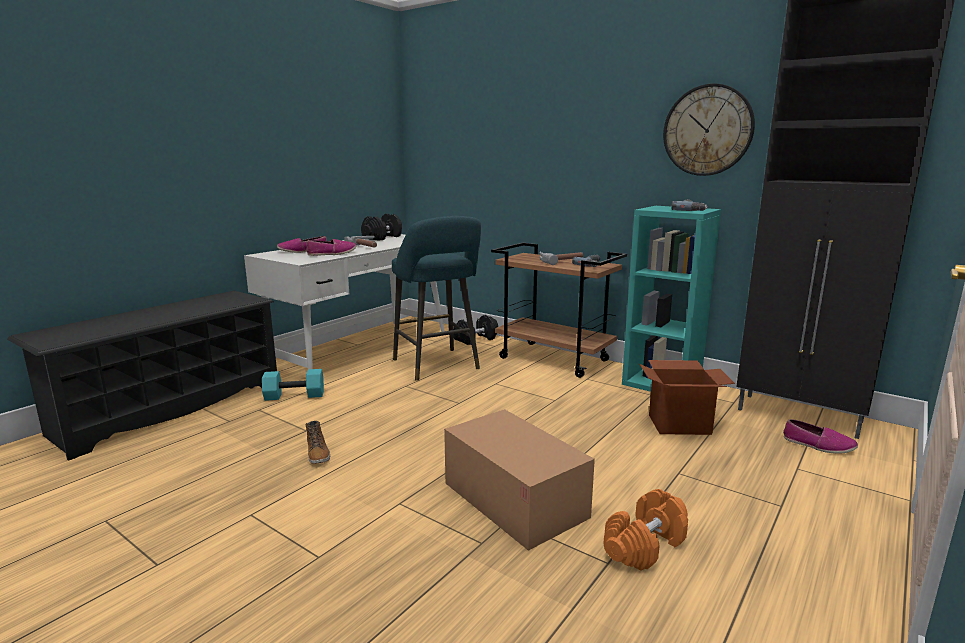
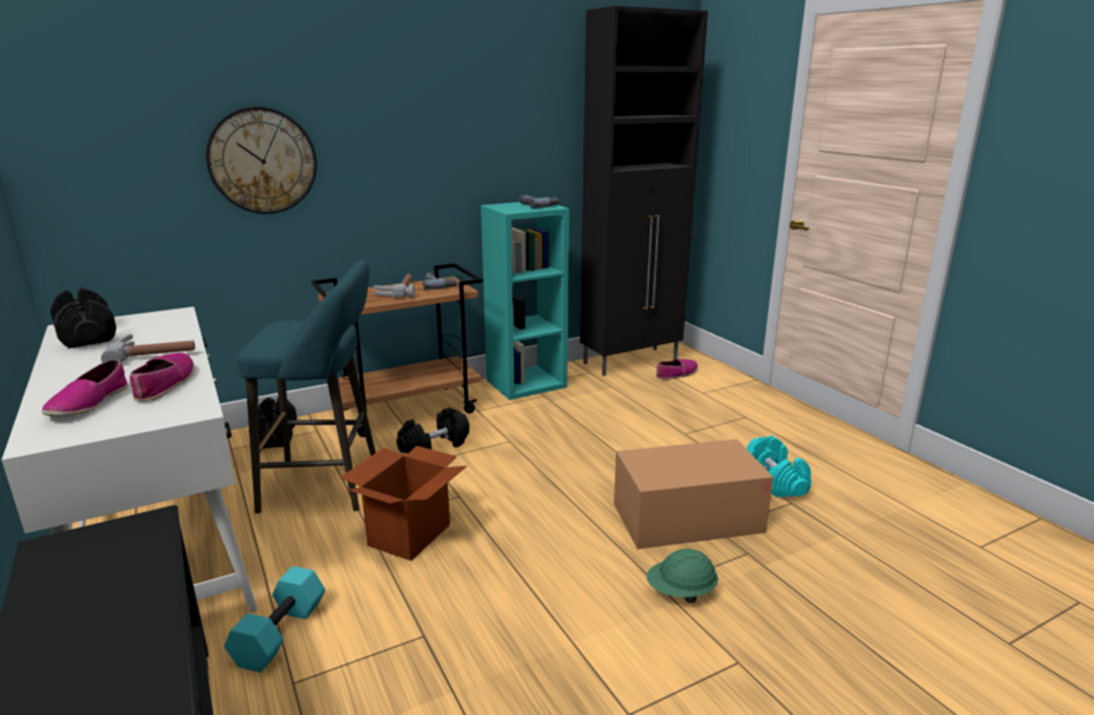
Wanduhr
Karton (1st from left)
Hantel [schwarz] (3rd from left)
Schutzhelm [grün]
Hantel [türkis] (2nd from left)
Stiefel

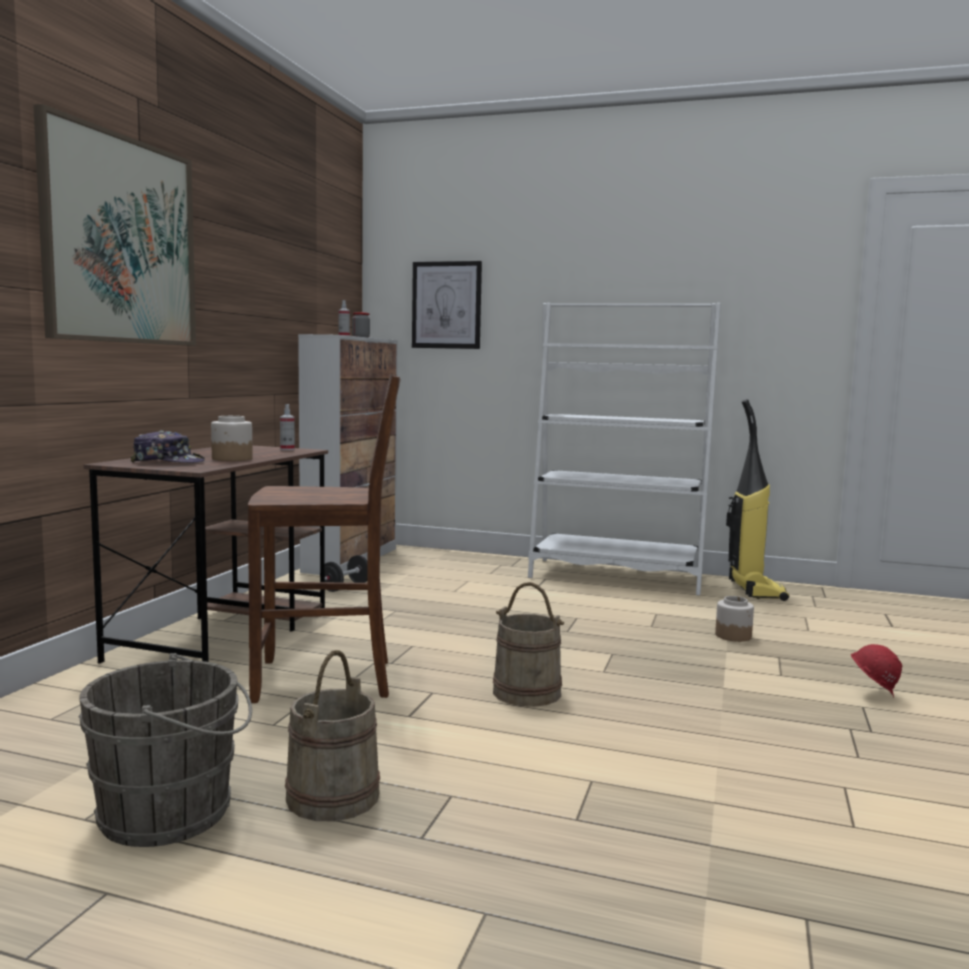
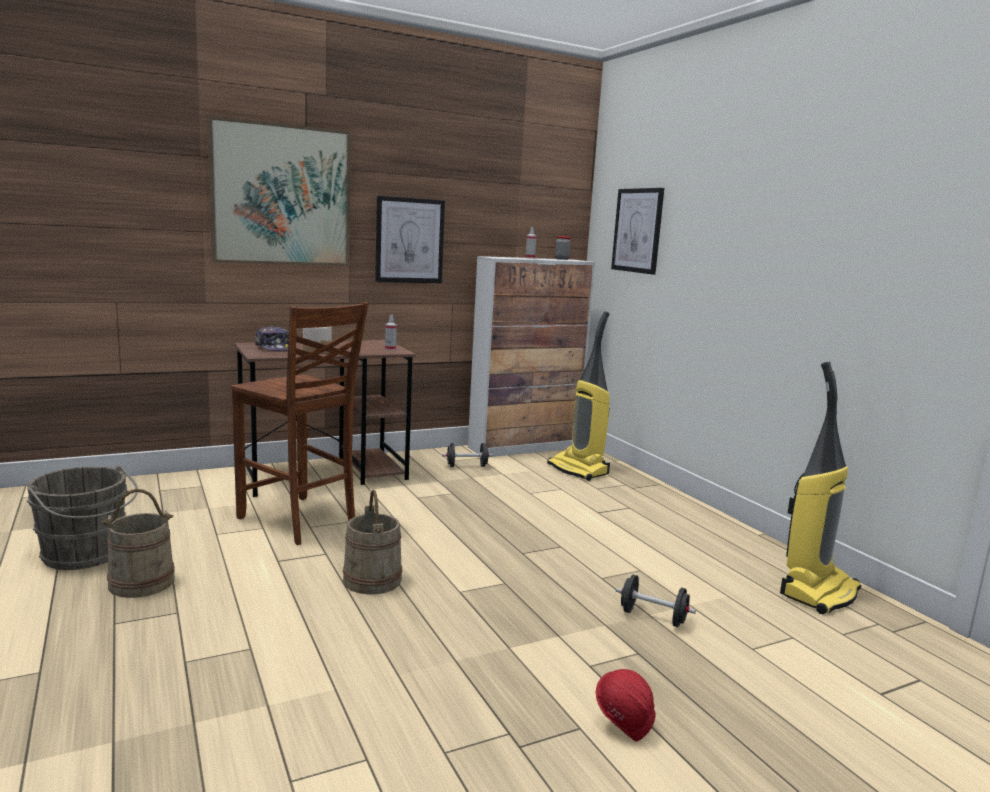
Bild (2nd from left)
Staubsauger (1st from left)
Hantel [schwarz] (2nd from left)
Bücherregal [weiß]

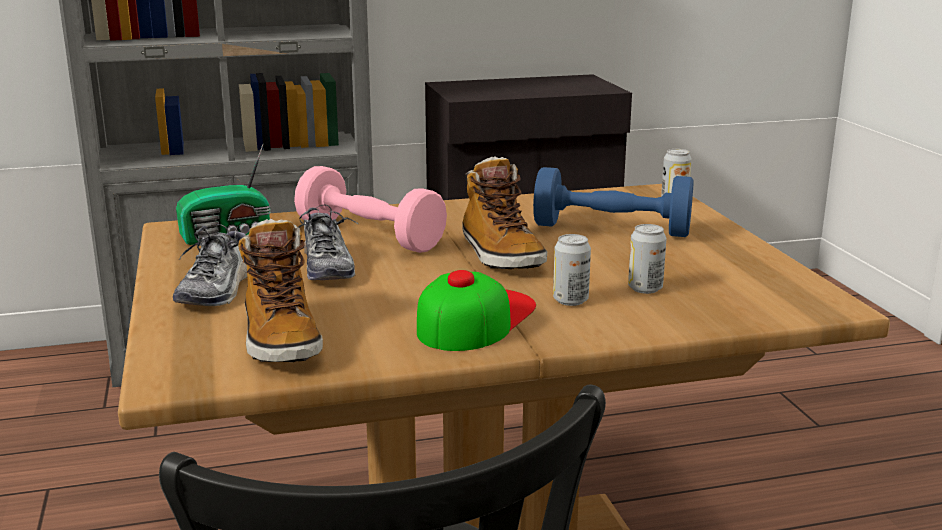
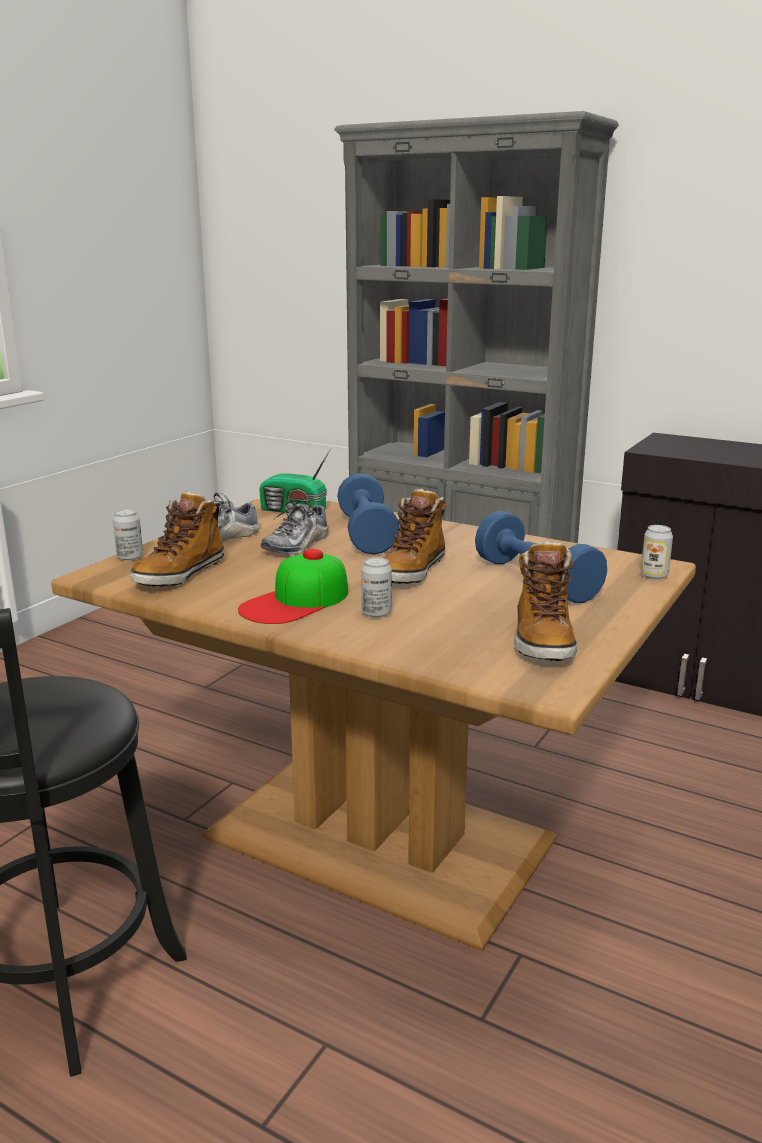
Dose (1st from left)
Kappe
Hantel [blau] (1st from left)
Stiefel (3rd from left)

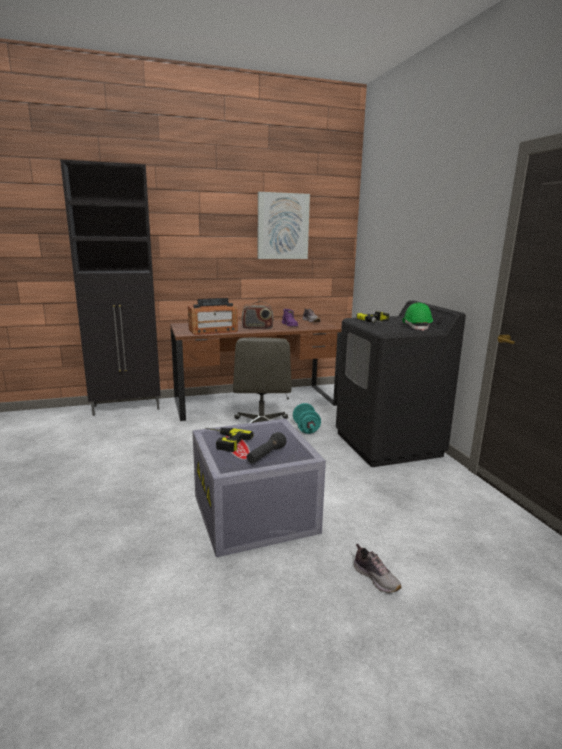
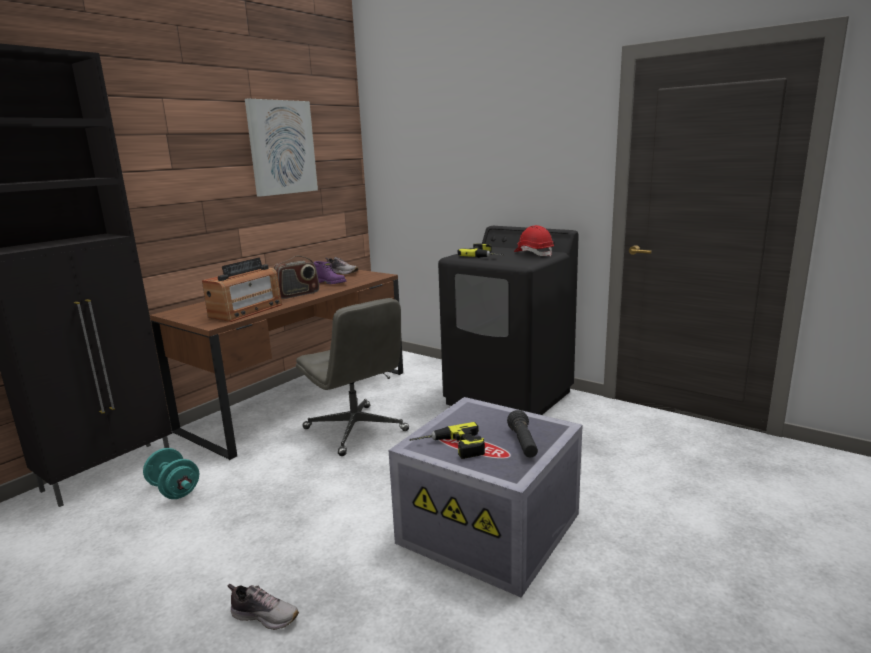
Hantel [türkis]
Schuh (1st from left)
Schutzhelm [rot]

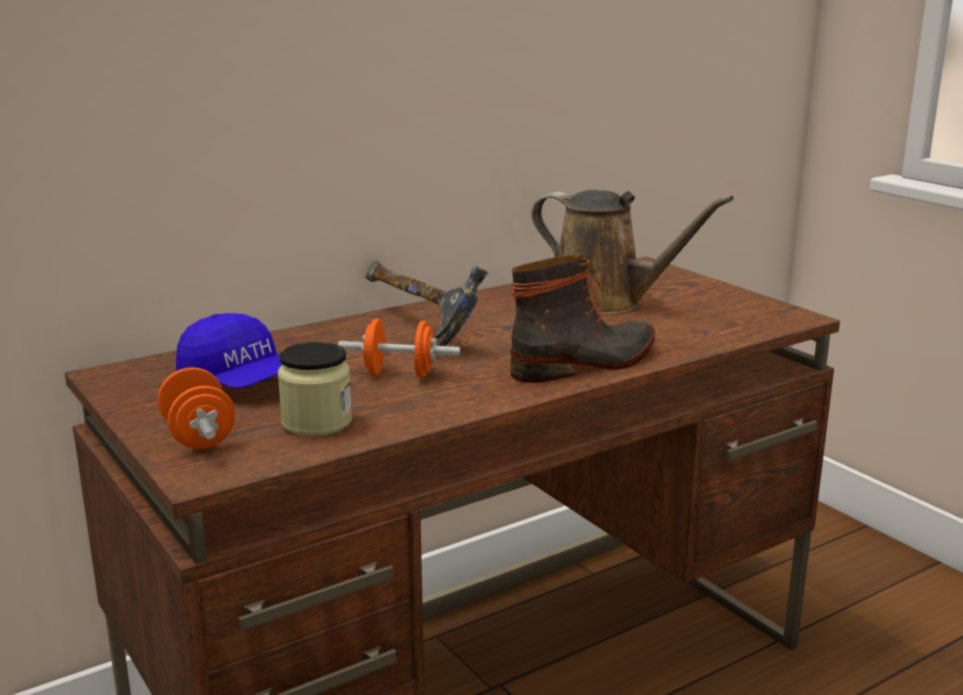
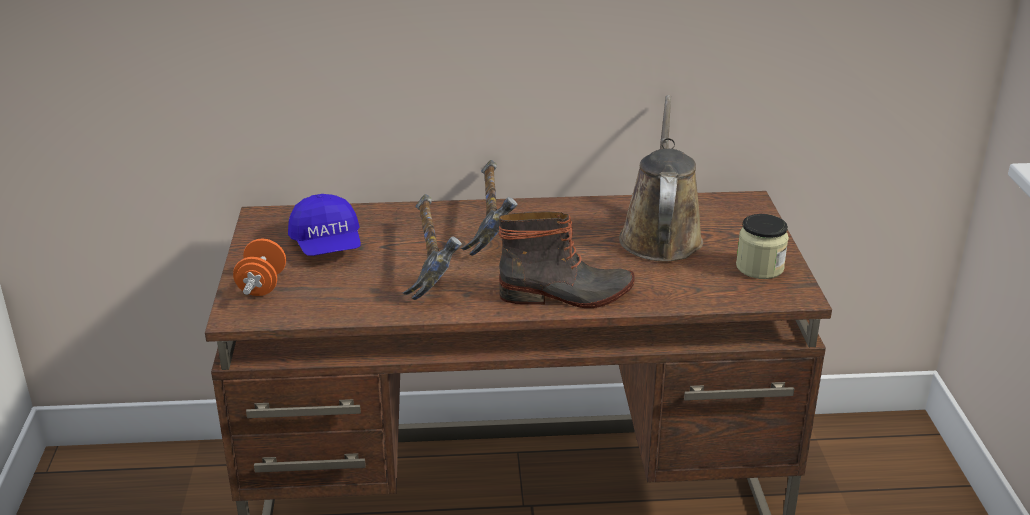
Hammer (1st from left)
Gießkanne [braun]
Vorratsglas

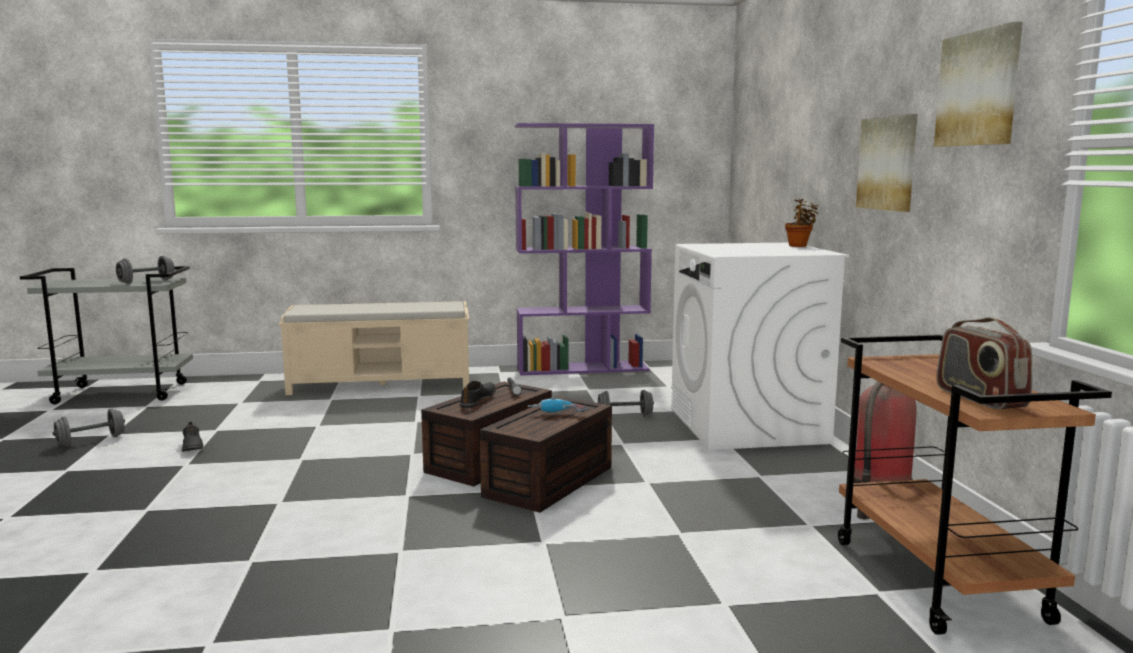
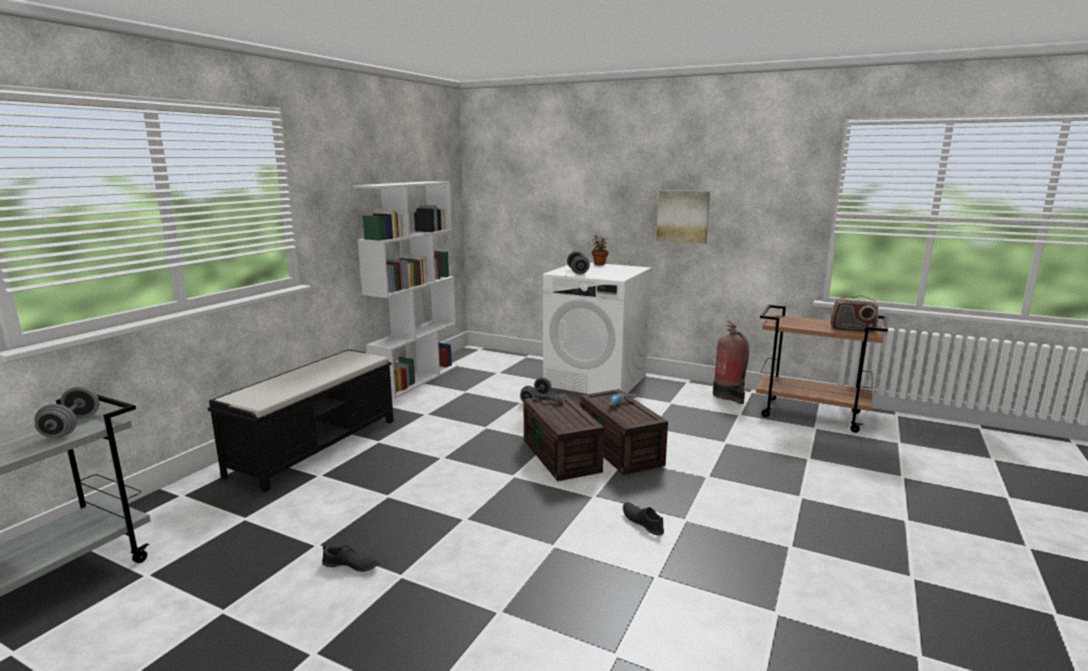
Bank [schwarz]
Bücherregal [weiß]
Hantel [grau] (3rd from left)
Schuh [schwarz] (2nd from left)
Bild (2nd from left in the first image)

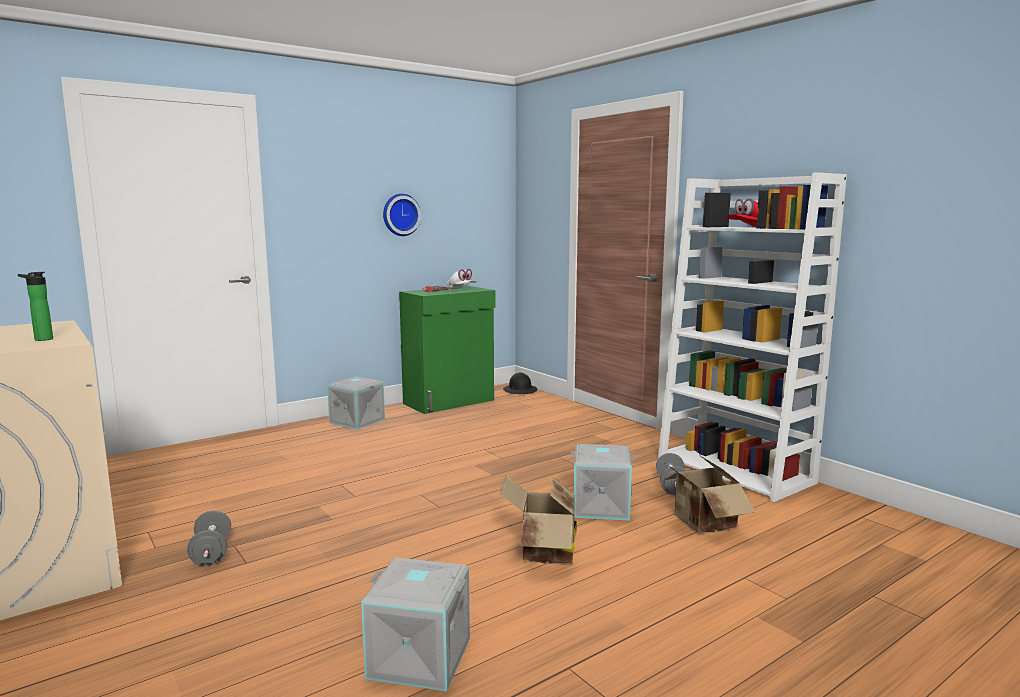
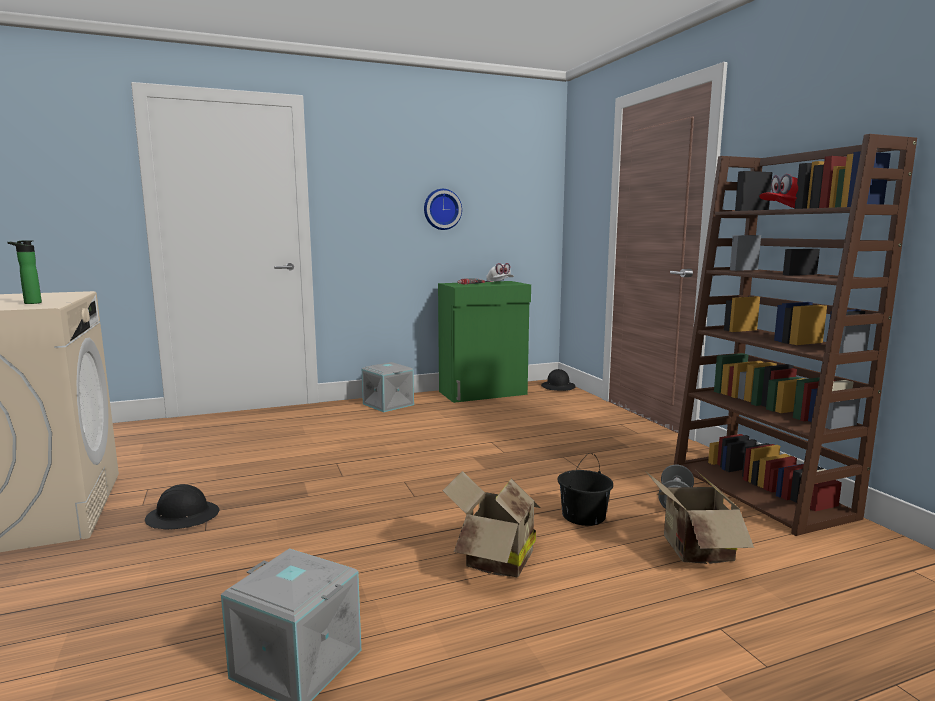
Schutzhelm [schwarz] (1st from left)
Eimer [schwarz]
Bücherregal [braun]

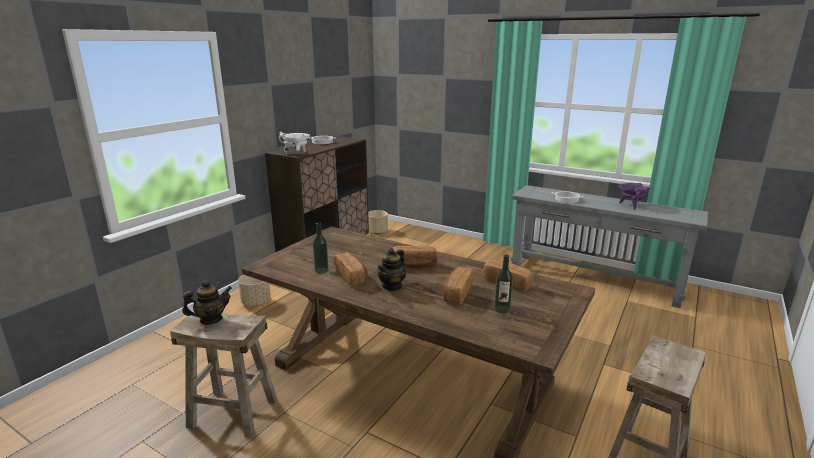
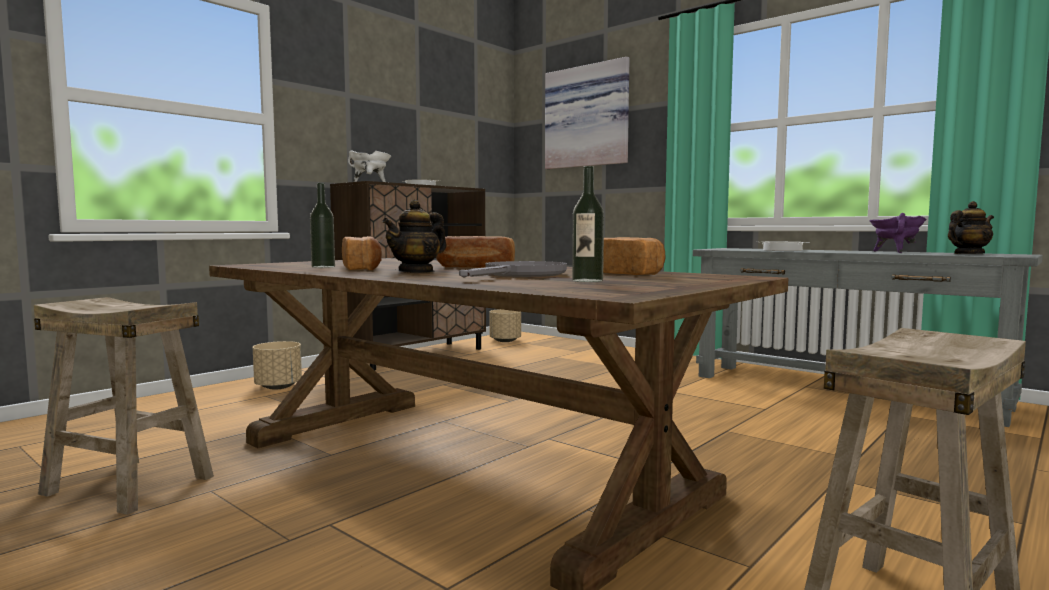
Pfanne [grau]
Bild
Teekanne (2nd from left)

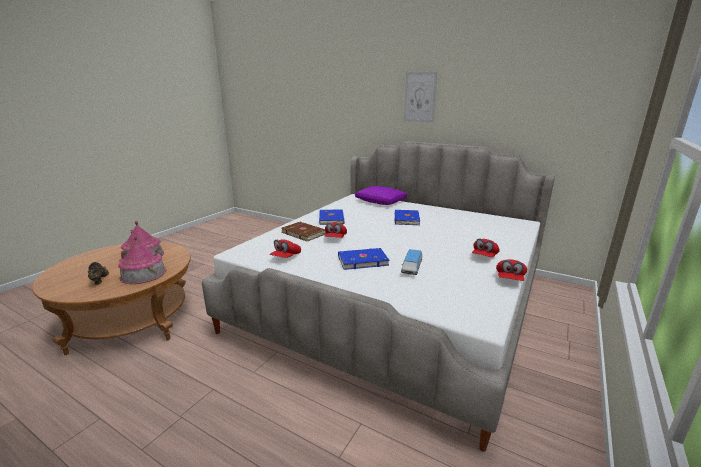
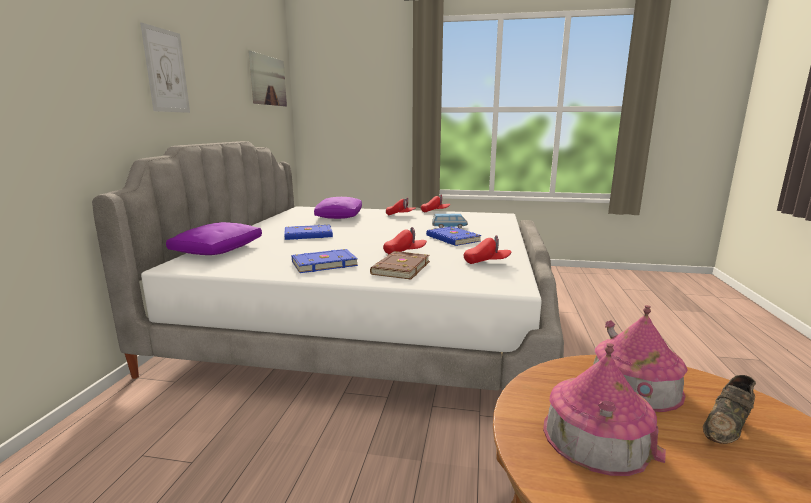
Bild (2nd from left)
Kissen [lila] (2nd from left)

